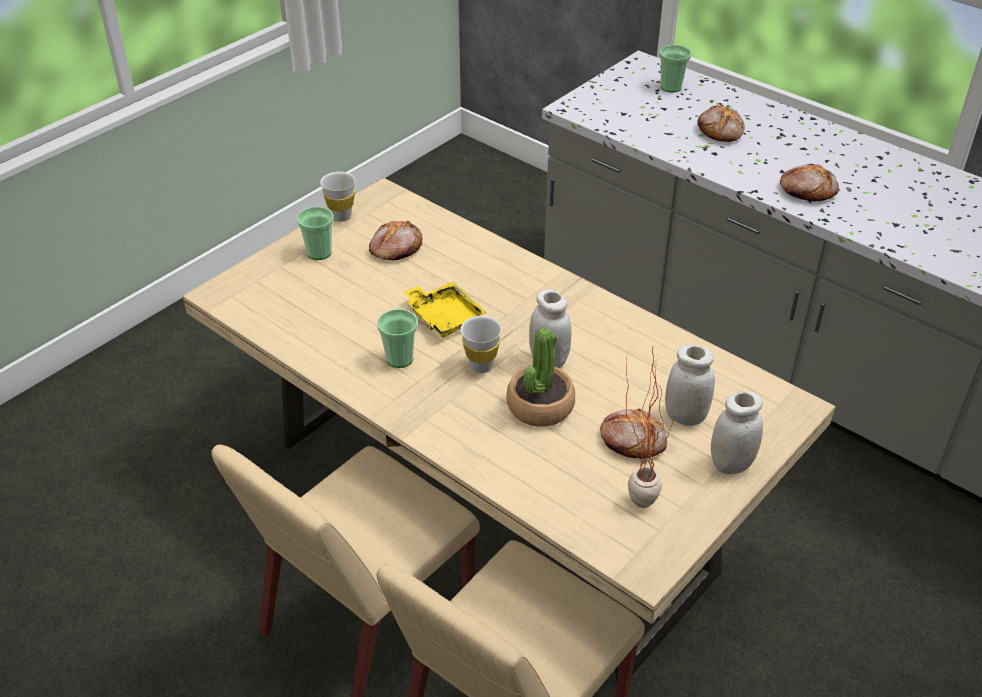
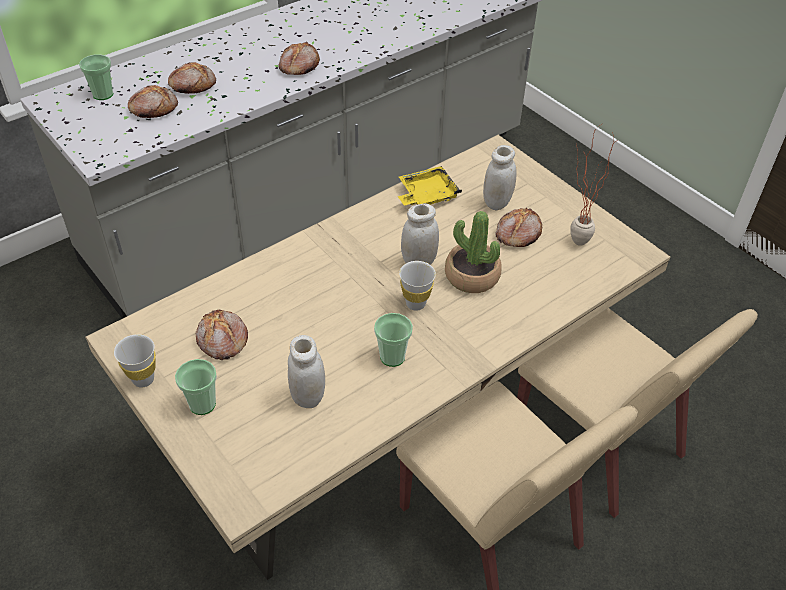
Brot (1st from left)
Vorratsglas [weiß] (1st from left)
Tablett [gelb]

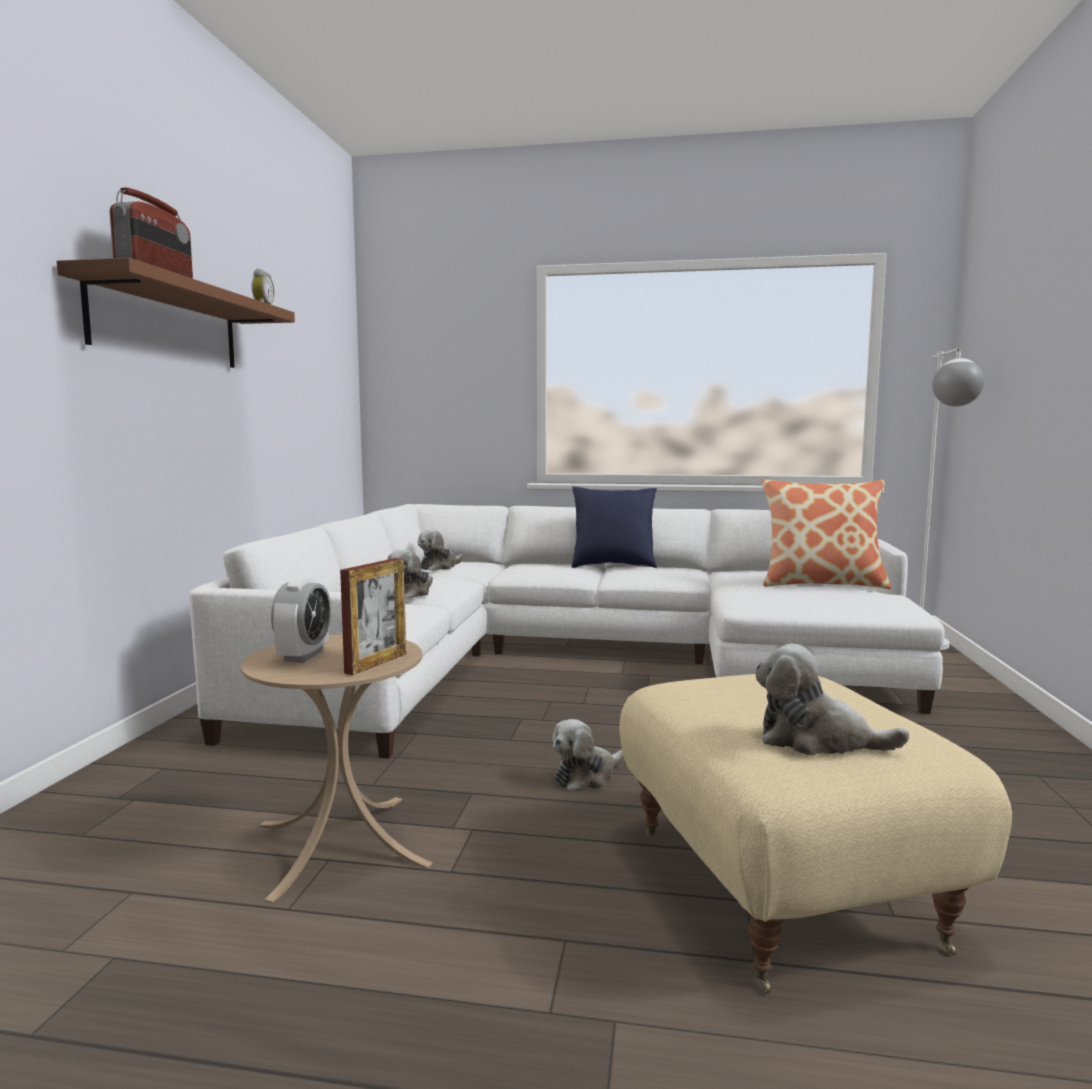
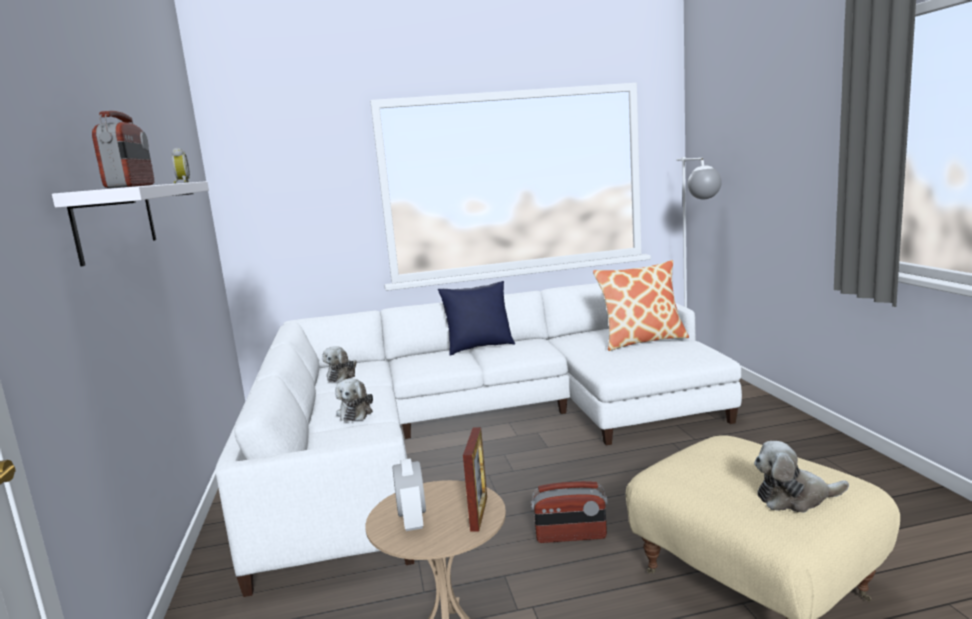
Wandregal [weiß]
Radio (2nd from left)

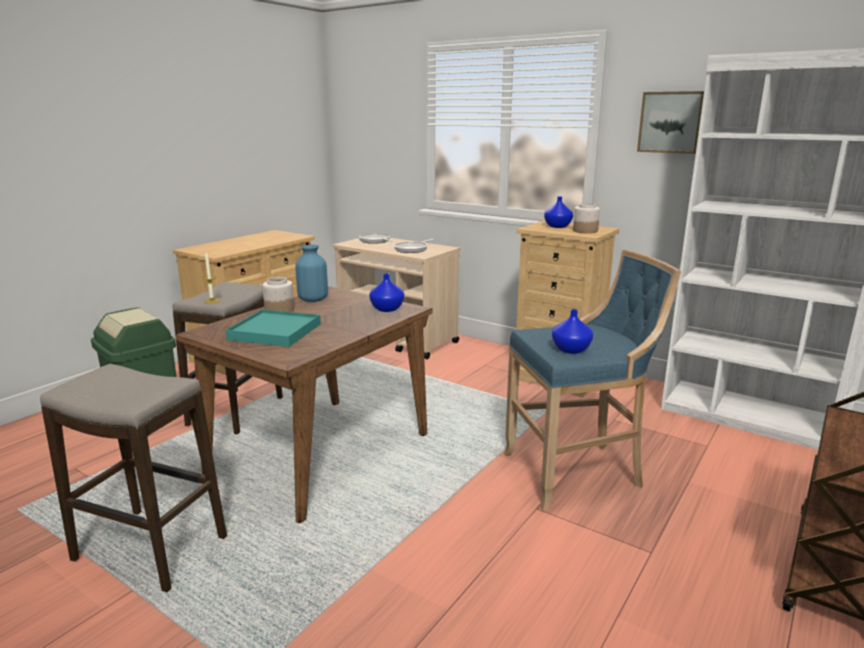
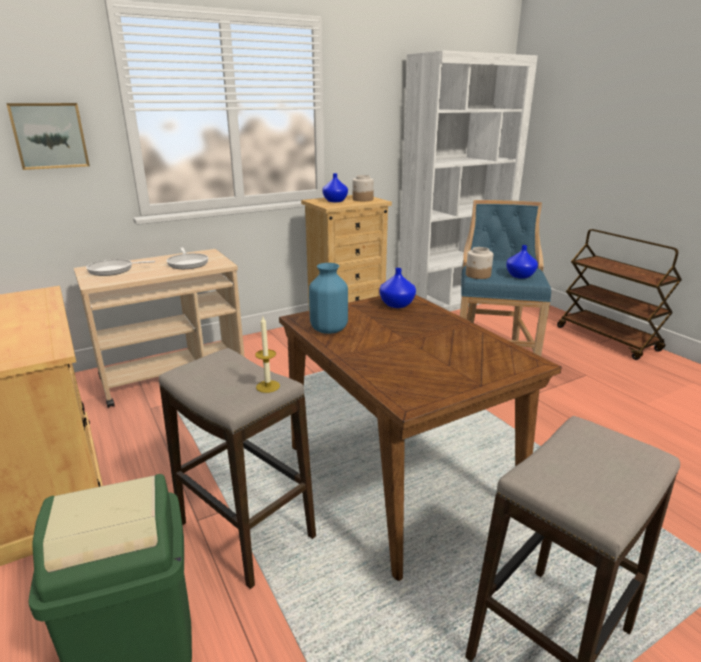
Bild
Vorratsglas (2nd from left)
Tablett [türkis]

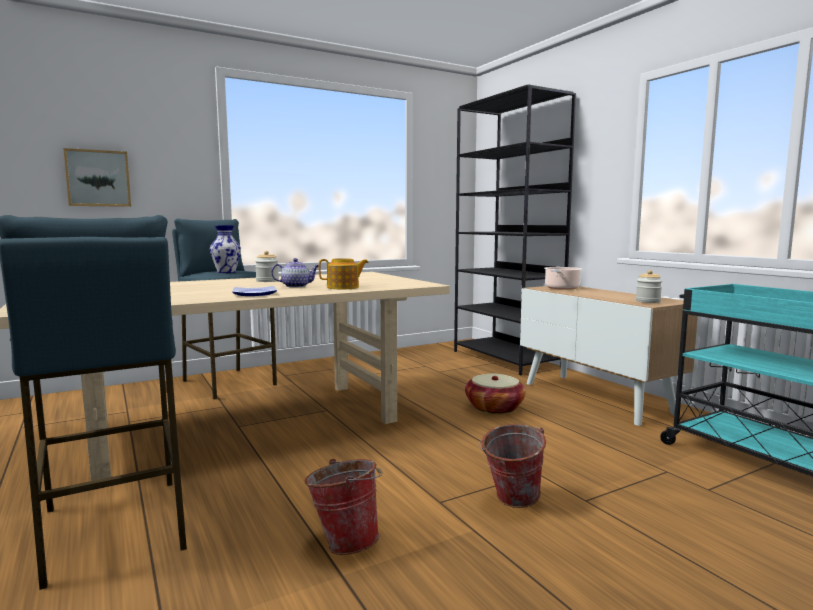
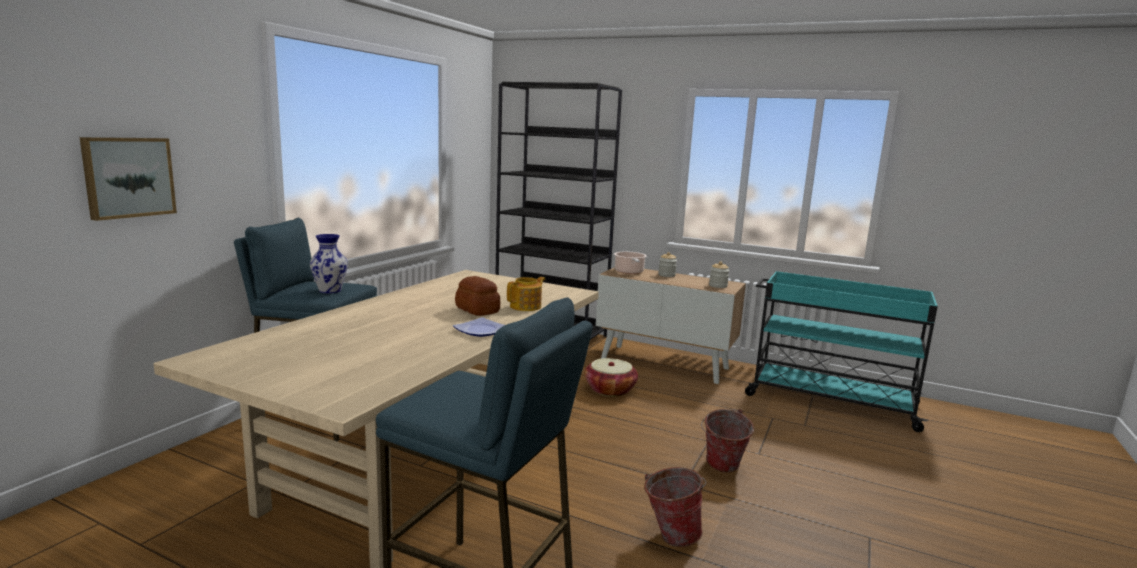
Brot
Vorratsglas (1st from left)

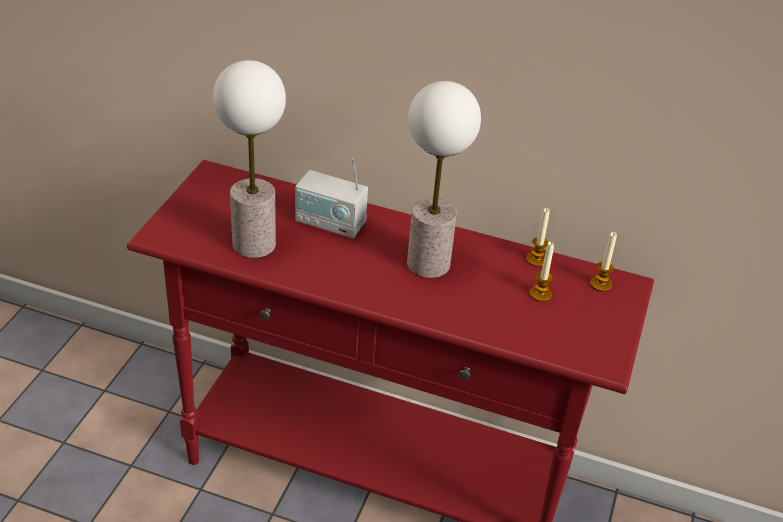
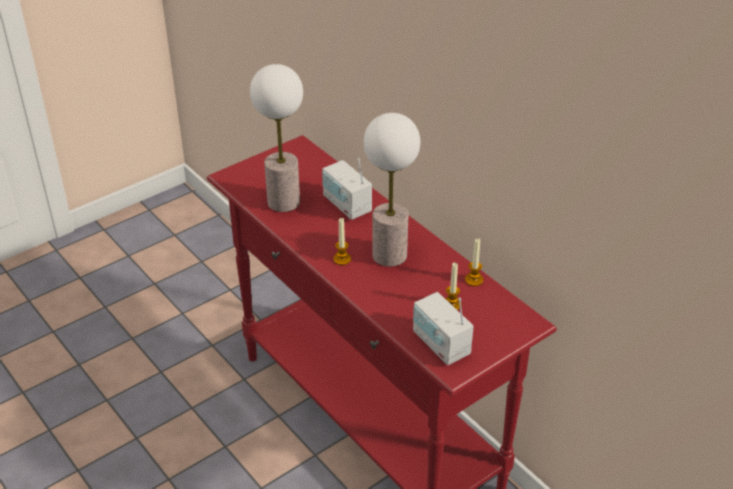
Kerze (1st from left)
Radio (2nd from left)

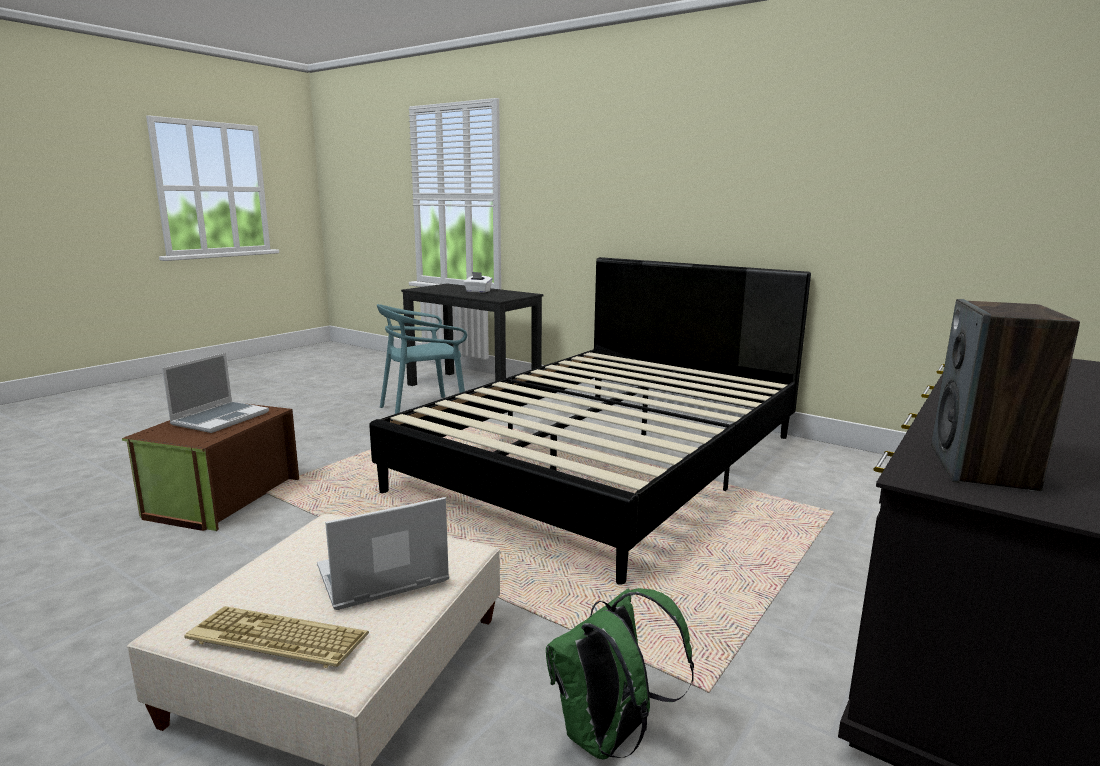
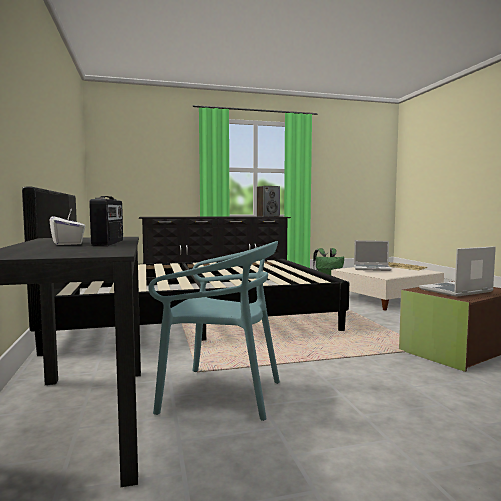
Radio

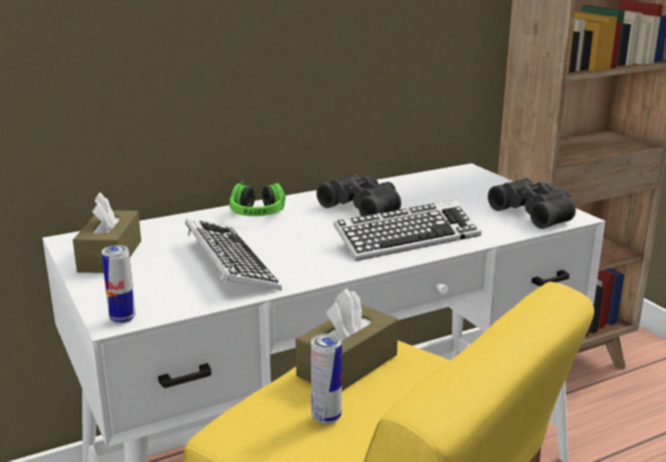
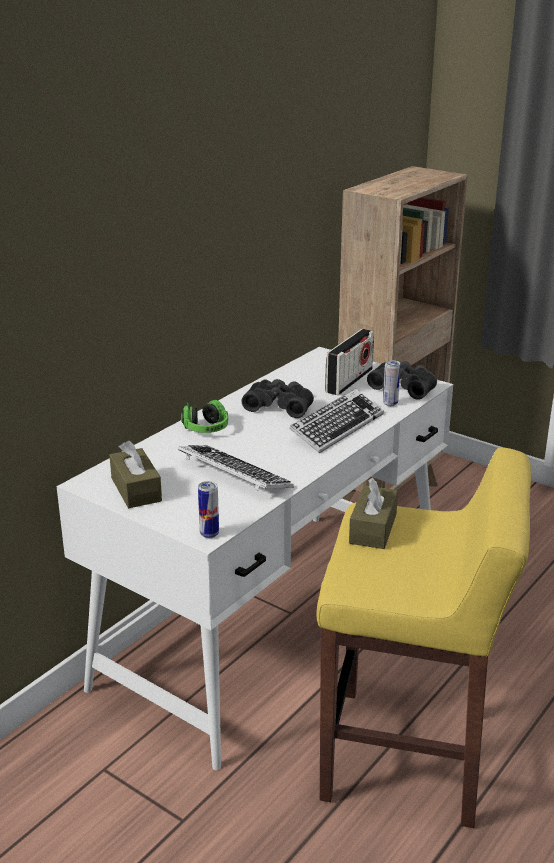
Radio
Dose (2nd from left)

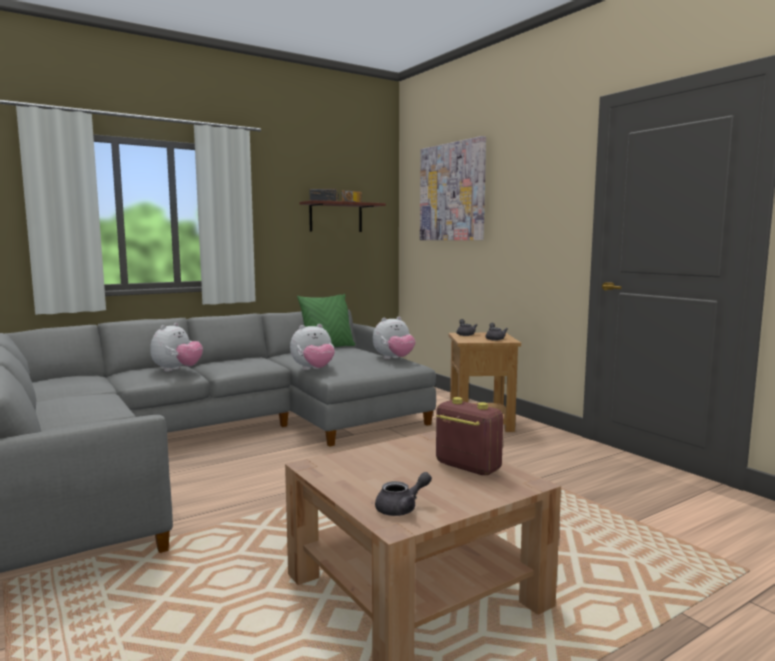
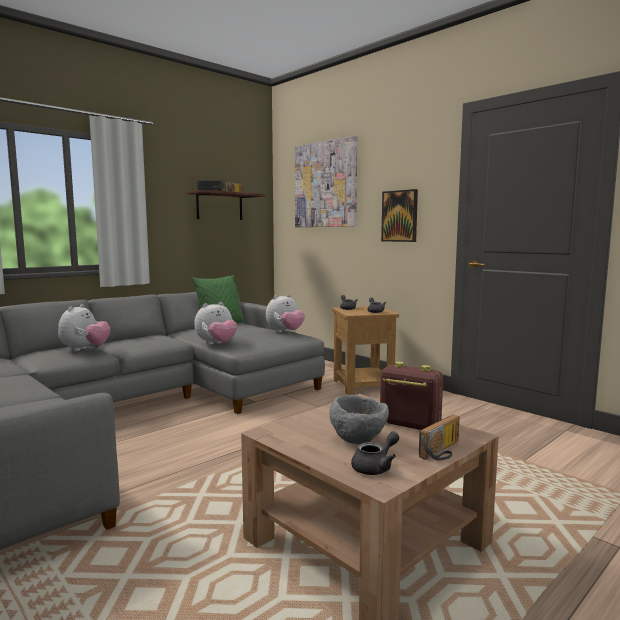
Schüssel [grau]
Bild (2nd from left)
Radio (4th from left)

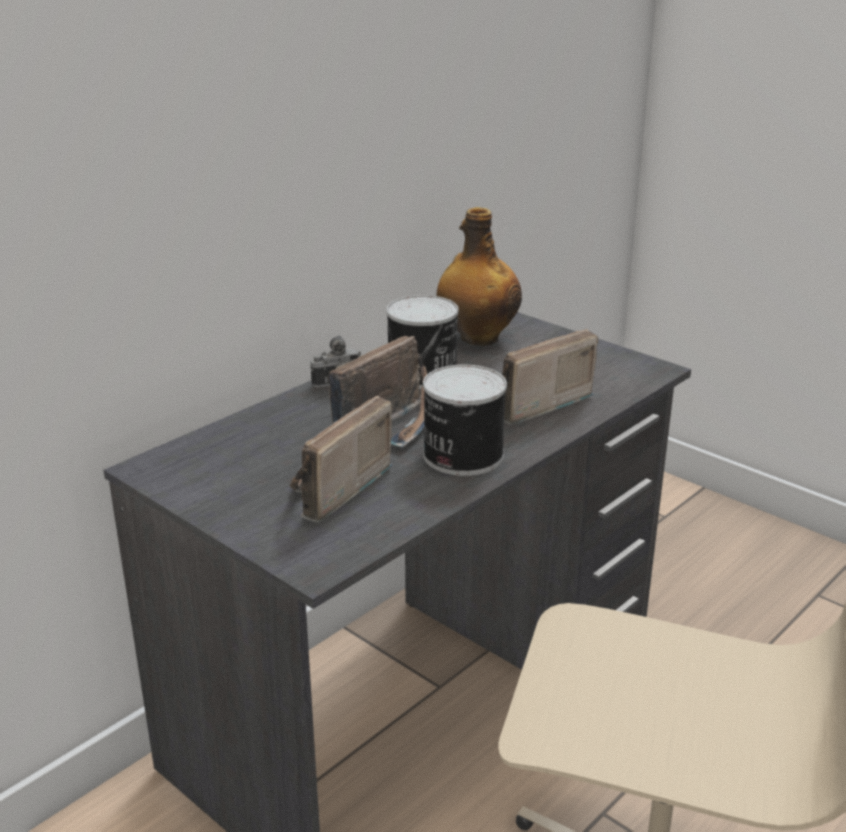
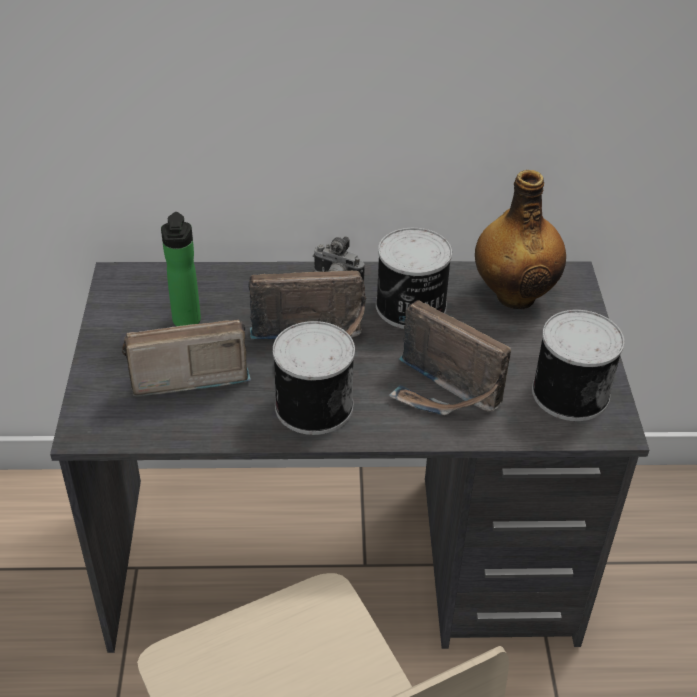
Flasche (1st from left)
Radio (3rd from left)
Dose (3rd from left)

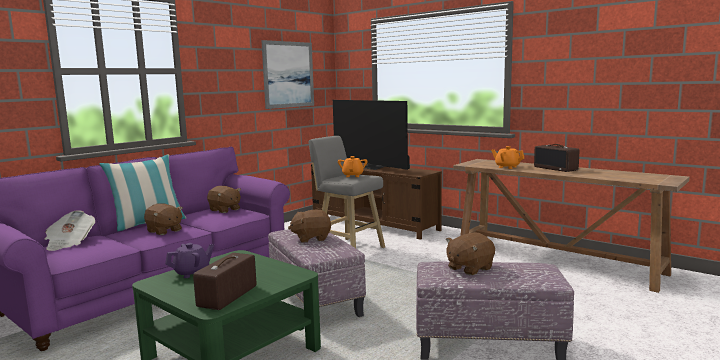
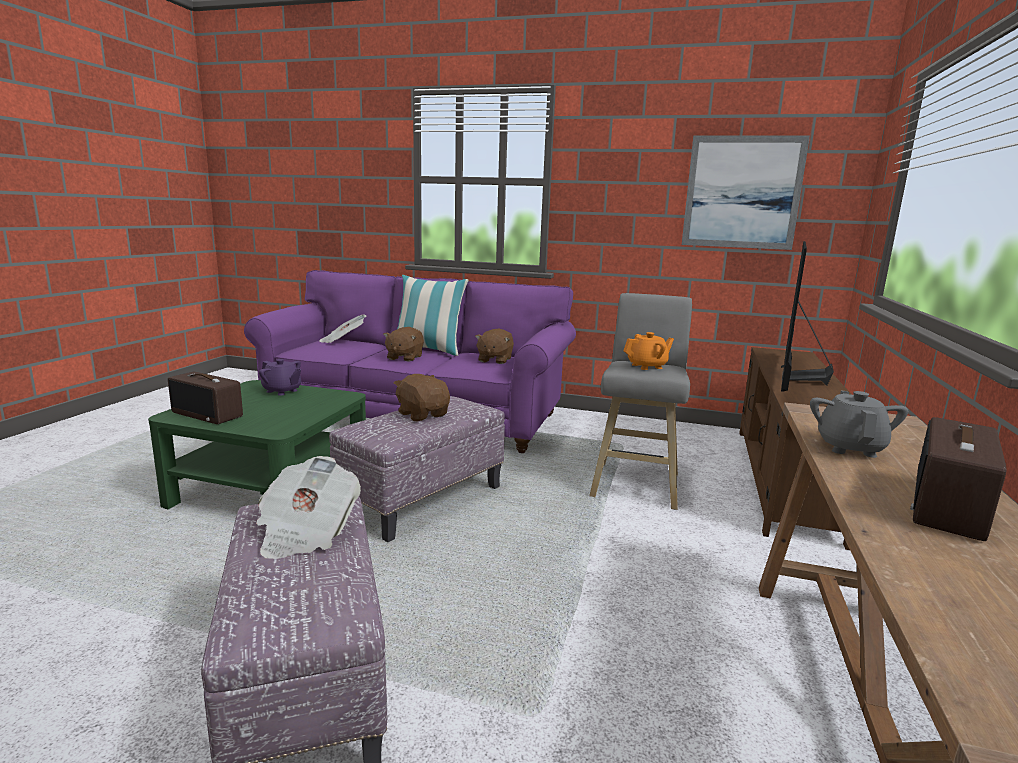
Radio (1st from left)
Zeitung (1st from left)
Teekanne [grau]

